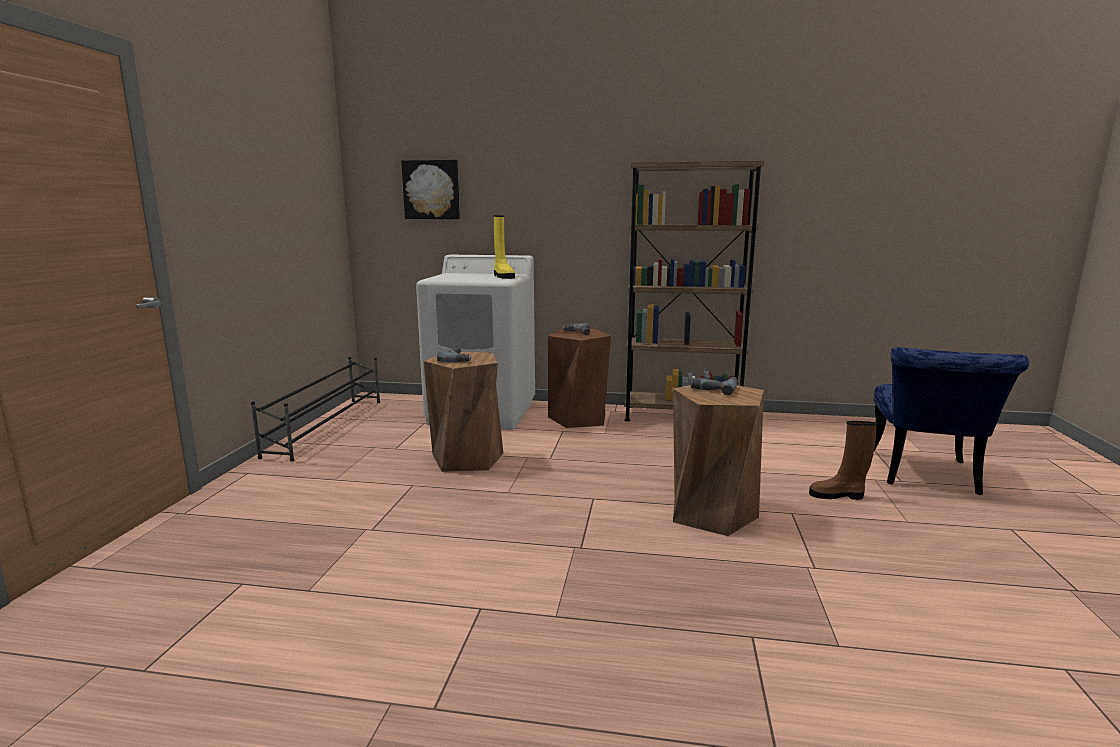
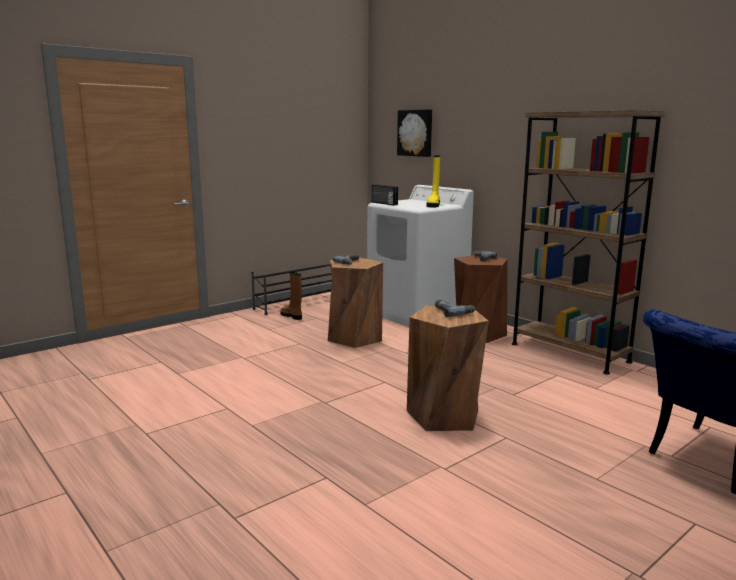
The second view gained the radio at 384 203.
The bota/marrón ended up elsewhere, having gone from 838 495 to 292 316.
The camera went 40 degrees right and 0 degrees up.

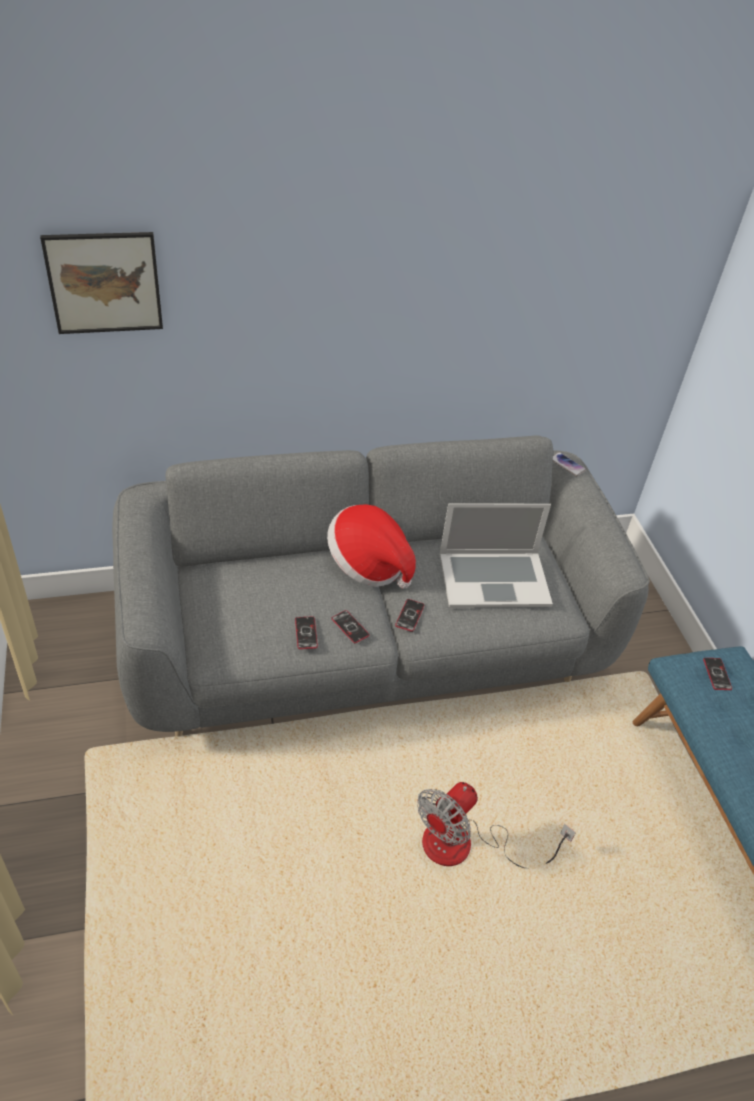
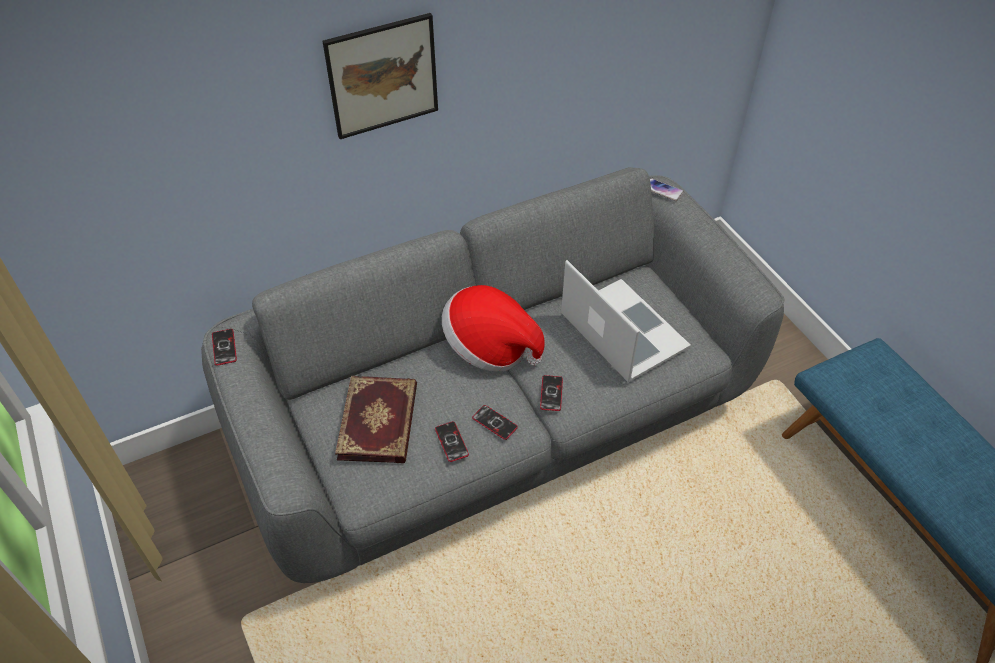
The second view lost the ventilador at 465 846.
The second view gained the libro at 380 421.
The cuadro ended up elsewhere, having gone from 104 283 to 382 76.
The móvil ended up elsewhere, having gone from 717 674 to 224 347.
The portátil at 494 578 ended up facing another way, 105 degrees counterclockwise from before.
The camera went 10 degrees left and 5 degrees up.

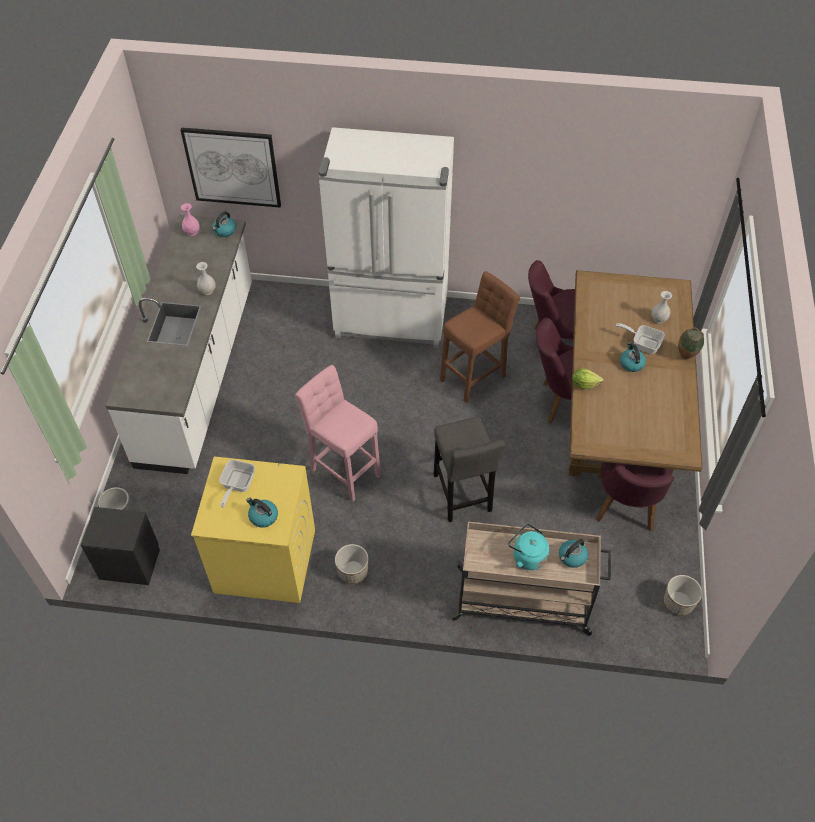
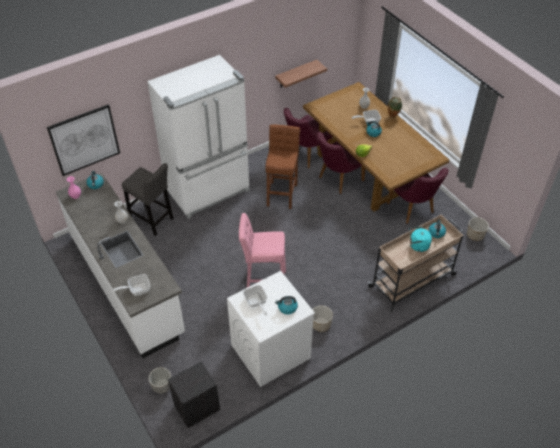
The second view gained the sartén at 136 289.
The second view gained the estante at 296 74.
The taburete/gris ended up elsewhere, having gone from 462 496 to 153 221.
What was the lavadora/amarillo at 264 561 turned into the lavadora/blanco at 270 352.
The camera went 40 degrees left and 5 degrees down.

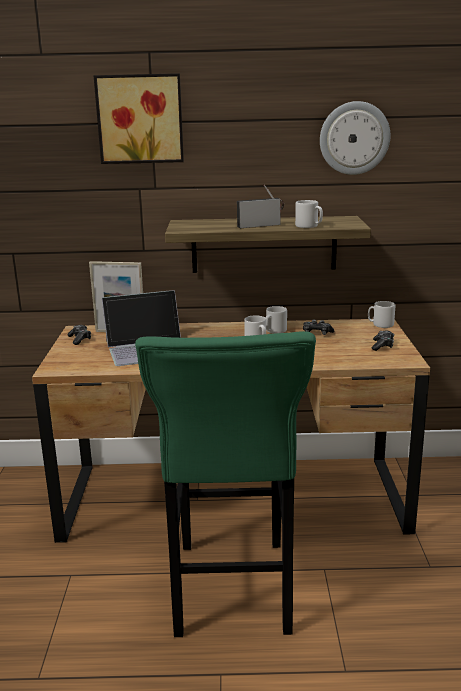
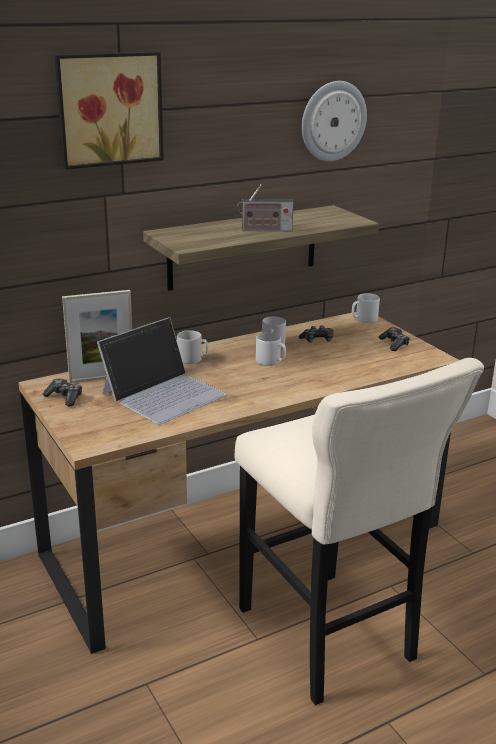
The taza grande/gris ended up elsewhere, having gone from 309 226 to 192 359.
What was the taburete/verde at 231 593 turned into the taburete/beis at 329 640.
The radio at 260 225 ended up facing another way, 135 degrees counterclockwise from before.
The camera went 30 degrees left and 5 degrees up.

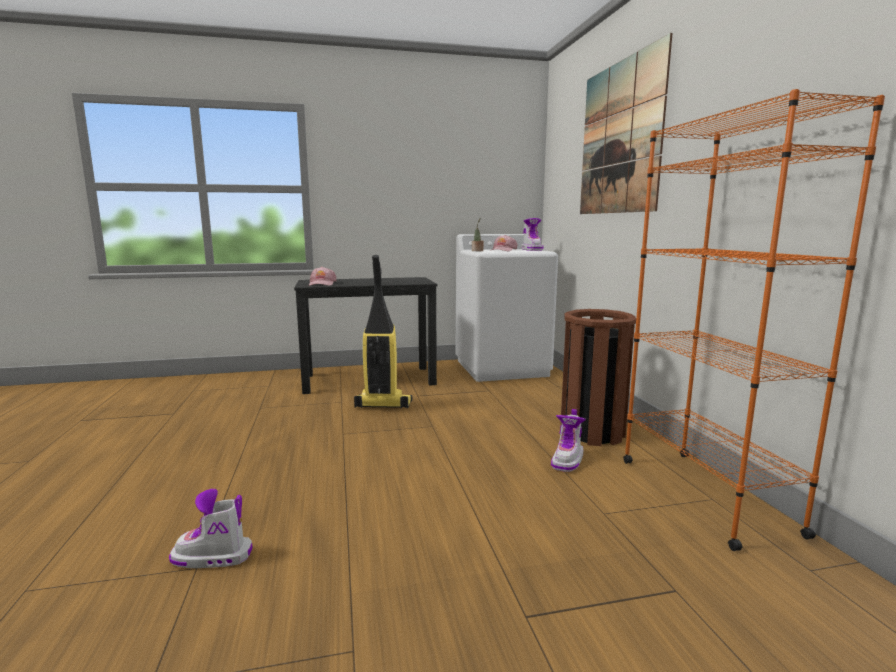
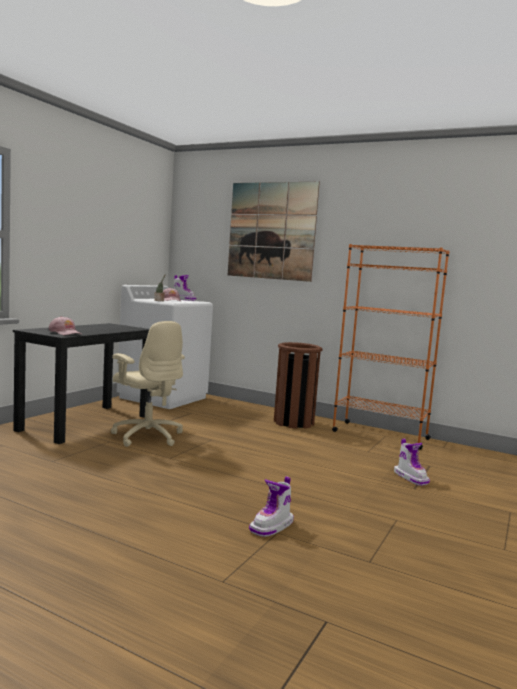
The bota ended up elsewhere, having gone from 568 460 to 411 478.
Where the aspiradora stood at 382 405, the silla de oficina/beis came to stand at 147 436.
The camera went 50 degrees left and 5 degrees down.

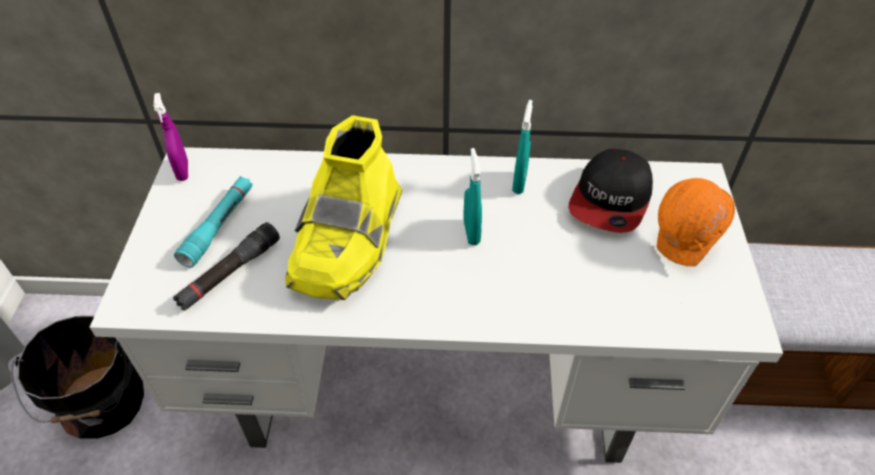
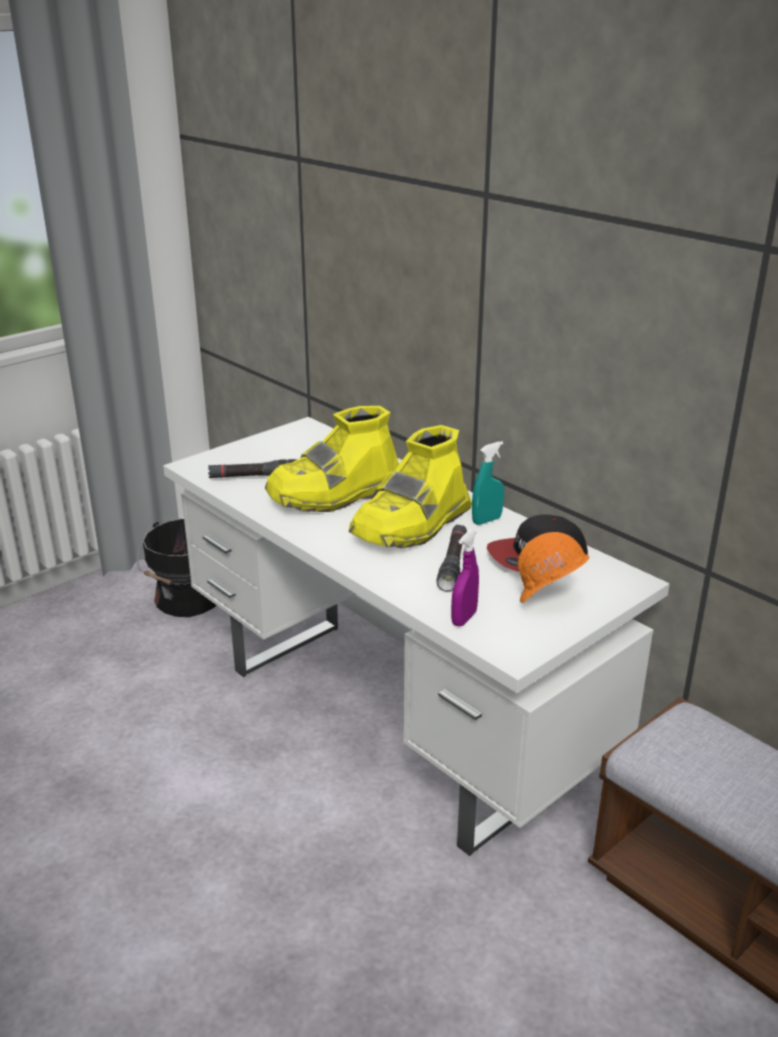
The second view lost the linterna/turquesa at 219 226.
The second view gained the linterna/negro at 453 564.
The pulverizador/morado ended up elsewhere, having gone from 183 171 to 464 618.
Where the pulverizador/turquesa stood at 471 232, the bota/amarillo came to stand at 412 525.
The camera went 45 degrees right and 20 degrees down.

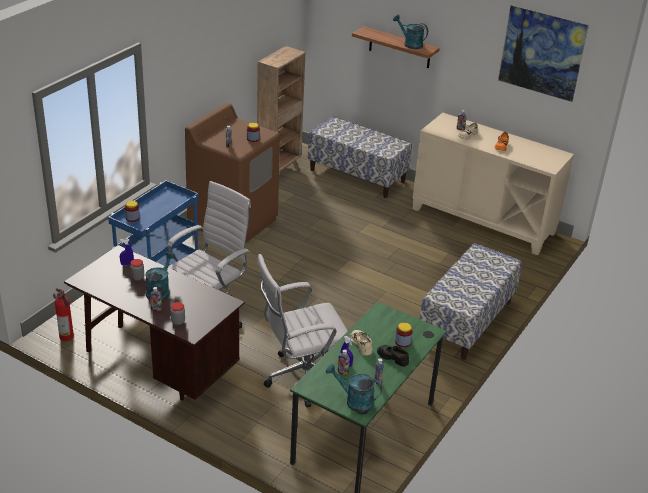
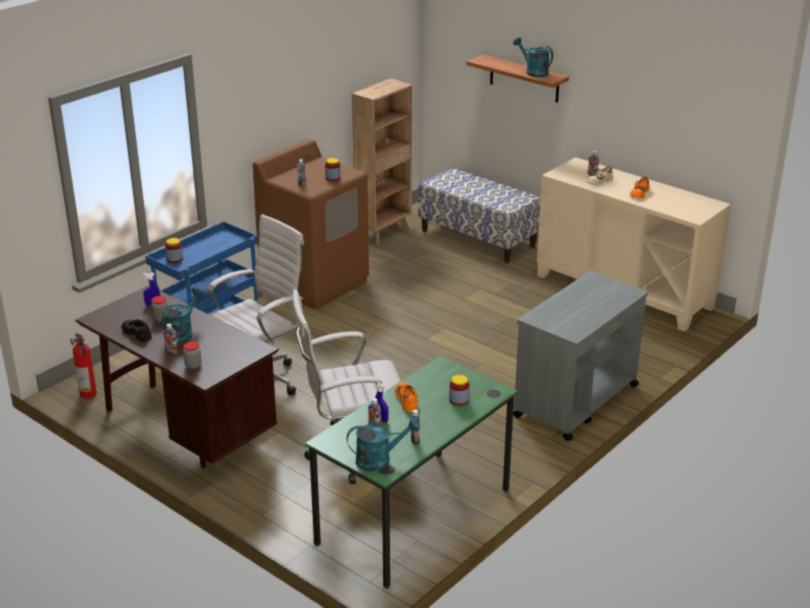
The second view lost the cuadro at 538 72.
The zapato/negro ended up elsewhere, having gone from 393 357 to 137 333.
Where the banco stood at 467 322, the carrito/gris came to stand at 575 401.
What was the zapato/beis at 362 344 turned into the zapato/naranja at 407 400.
The regadera/turquesa at 354 401 ended up facing another way, 135 degrees clockwise from before.
The camera went 10 degrees right and 5 degrees down.

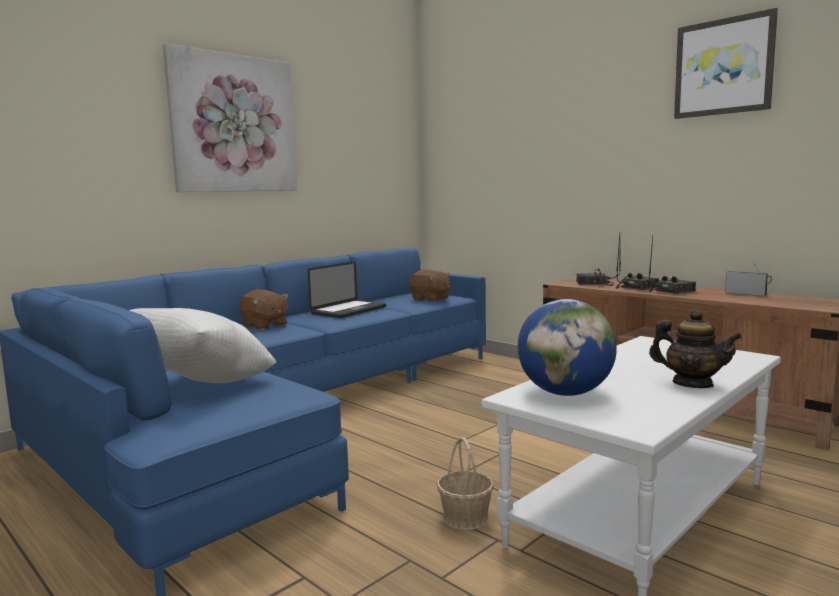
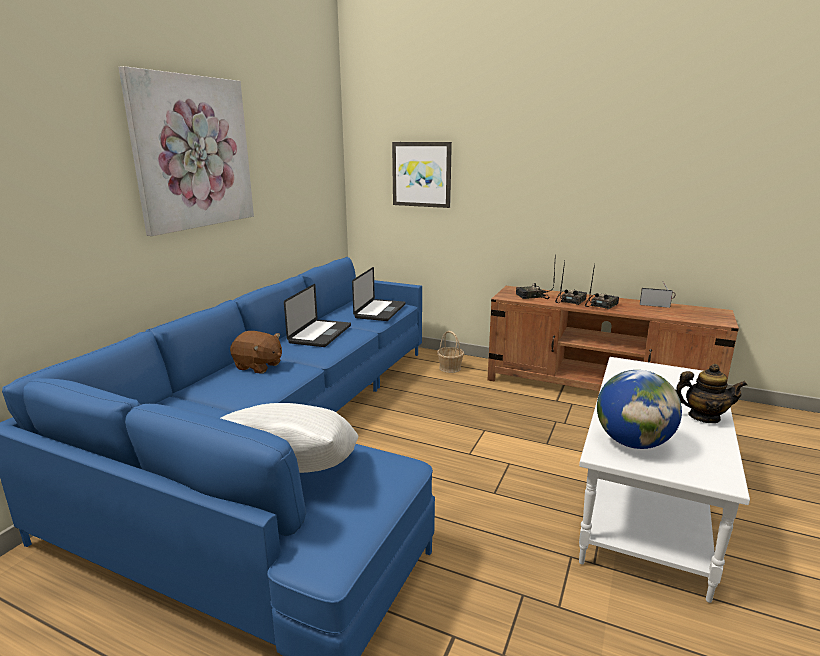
The cesta ended up elsewhere, having gone from 465 517 to 450 368.
The cuadro ended up elsewhere, having gone from 723 67 to 422 174.
Where the peluche/marrón stood at 430 299, the portátil came to stand at 380 311.
The camera went 20 degrees left and 10 degrees up.

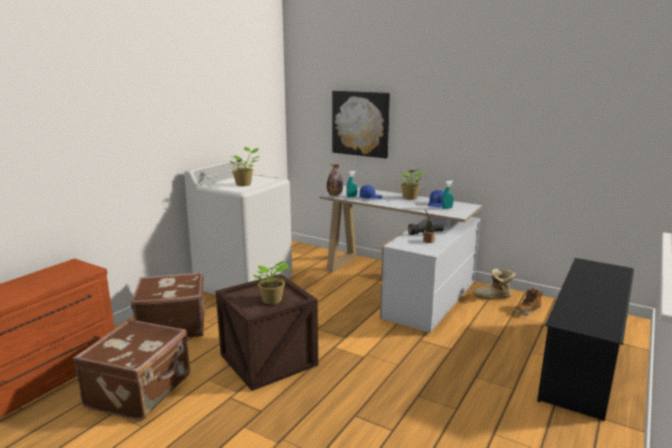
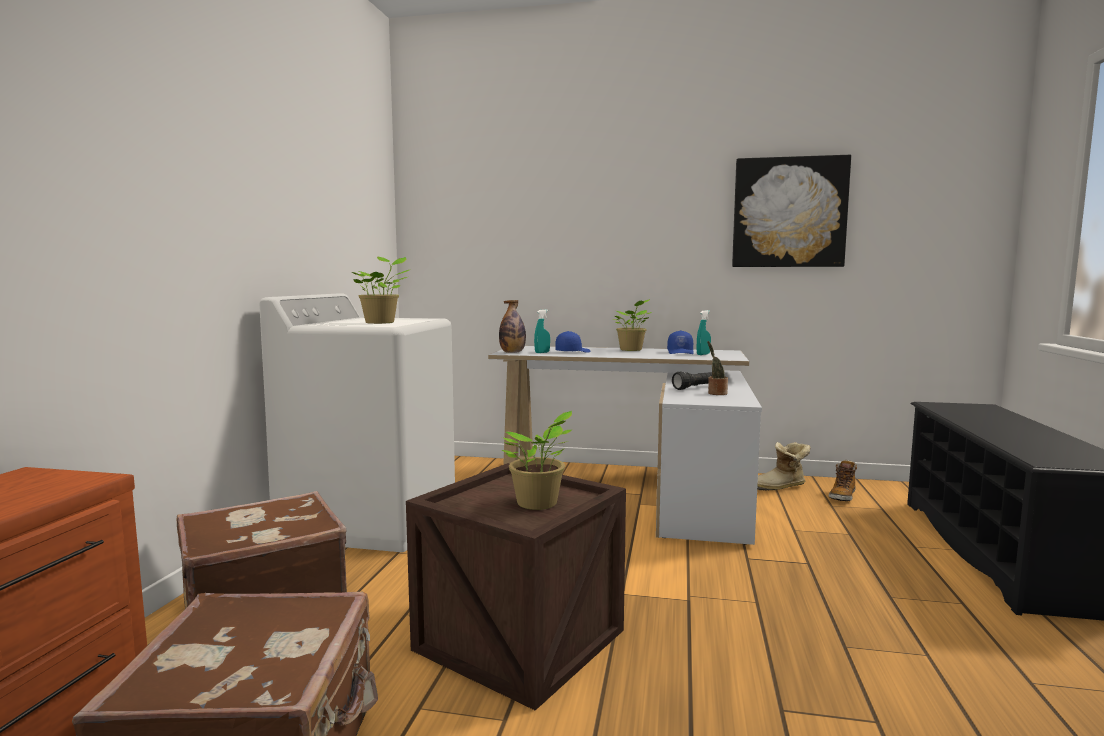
The cuadro ended up elsewhere, having gone from 360 123 to 789 213.
The camera went 20 degrees left and 10 degrees down.

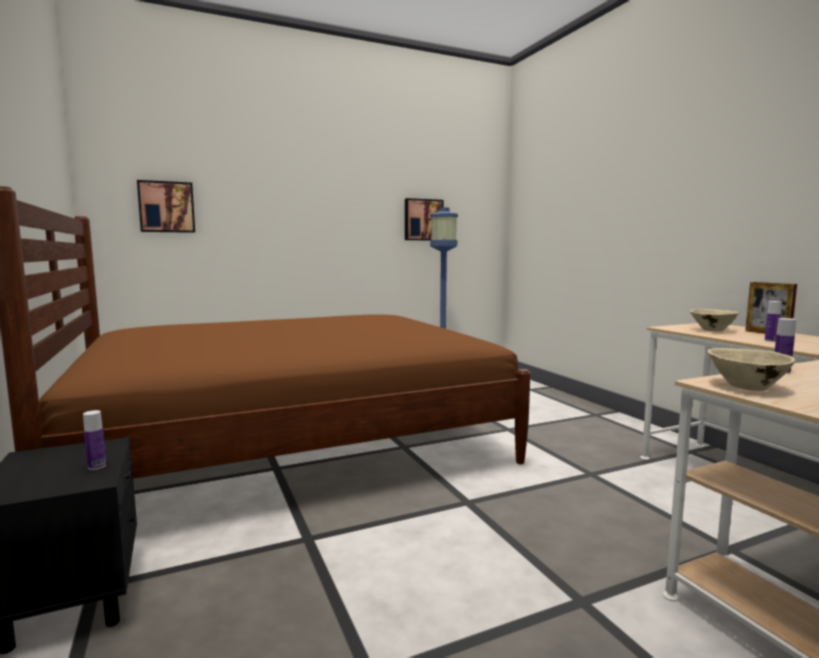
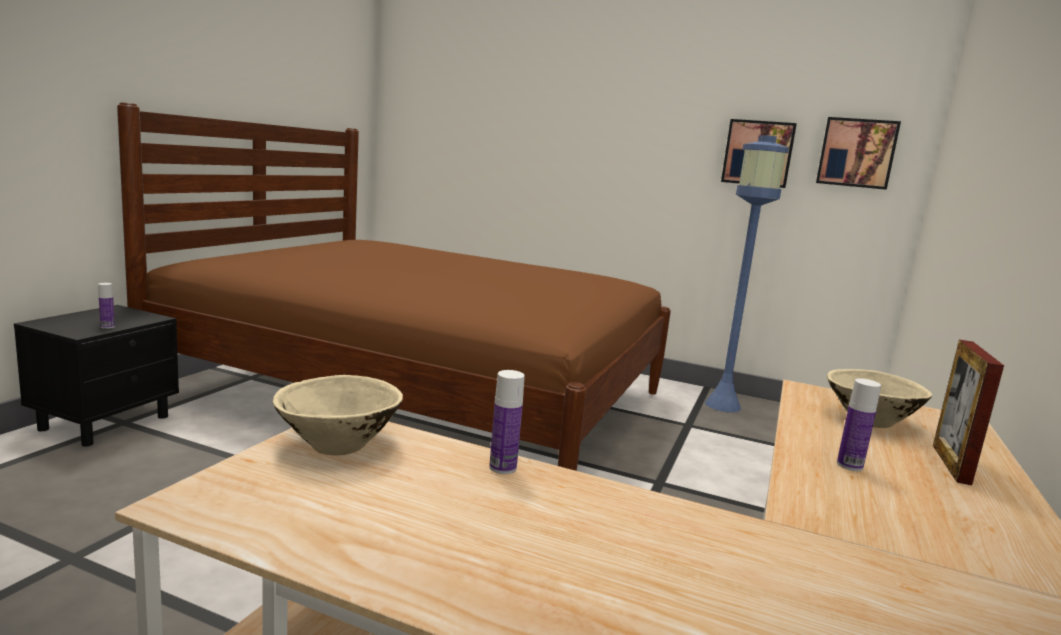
The cuadro ended up elsewhere, having gone from 166 207 to 856 153.
The camera went 45 degrees right and 5 degrees up.

